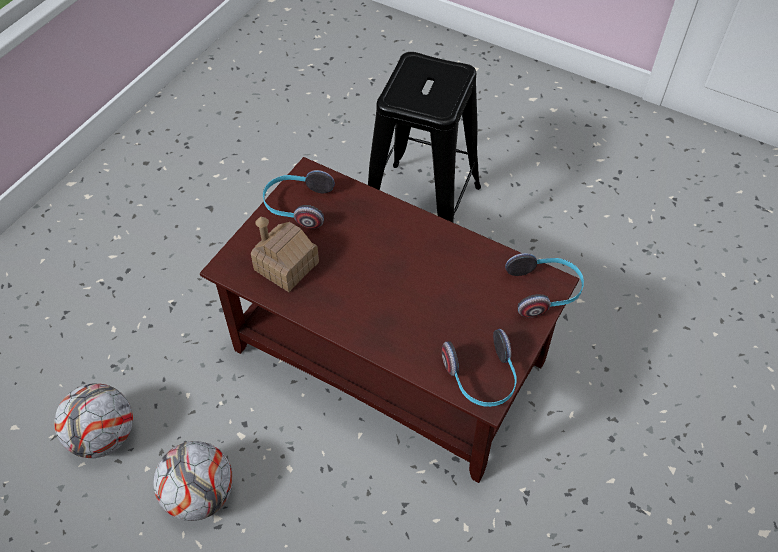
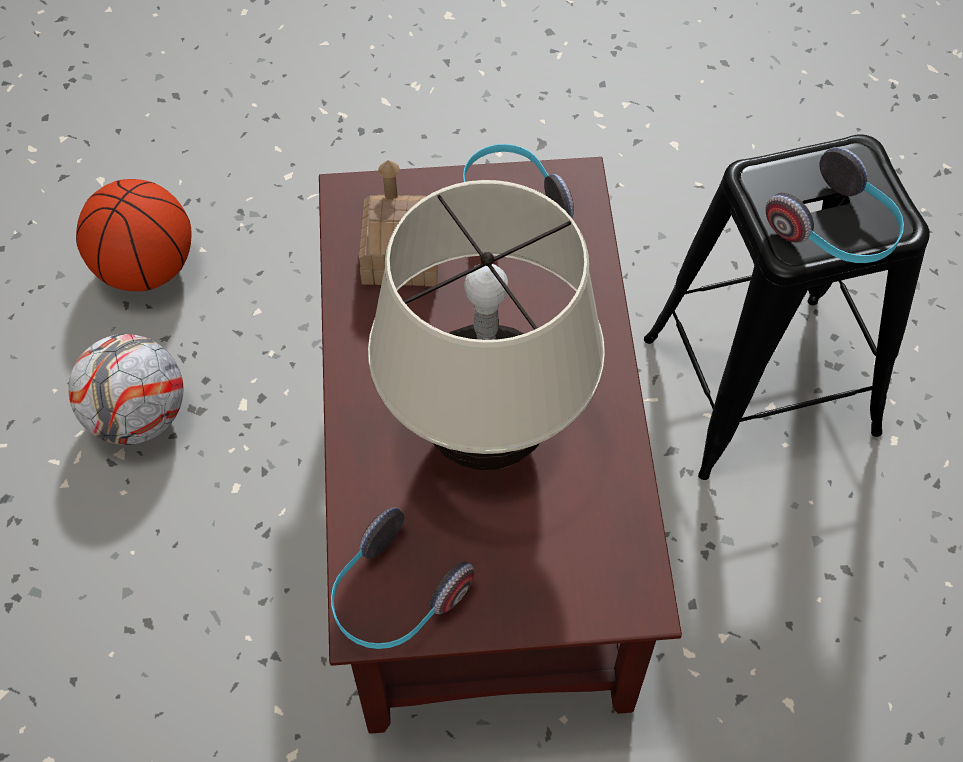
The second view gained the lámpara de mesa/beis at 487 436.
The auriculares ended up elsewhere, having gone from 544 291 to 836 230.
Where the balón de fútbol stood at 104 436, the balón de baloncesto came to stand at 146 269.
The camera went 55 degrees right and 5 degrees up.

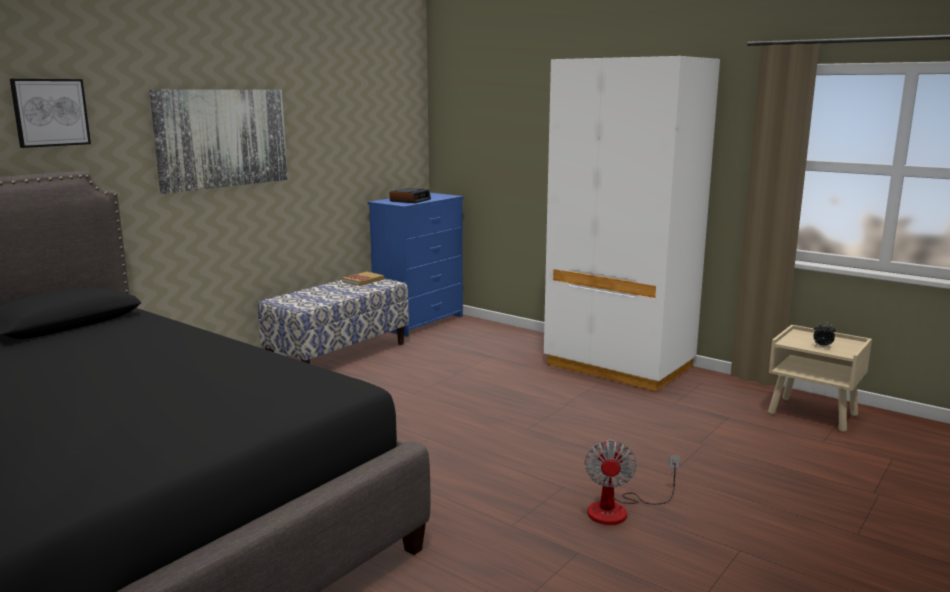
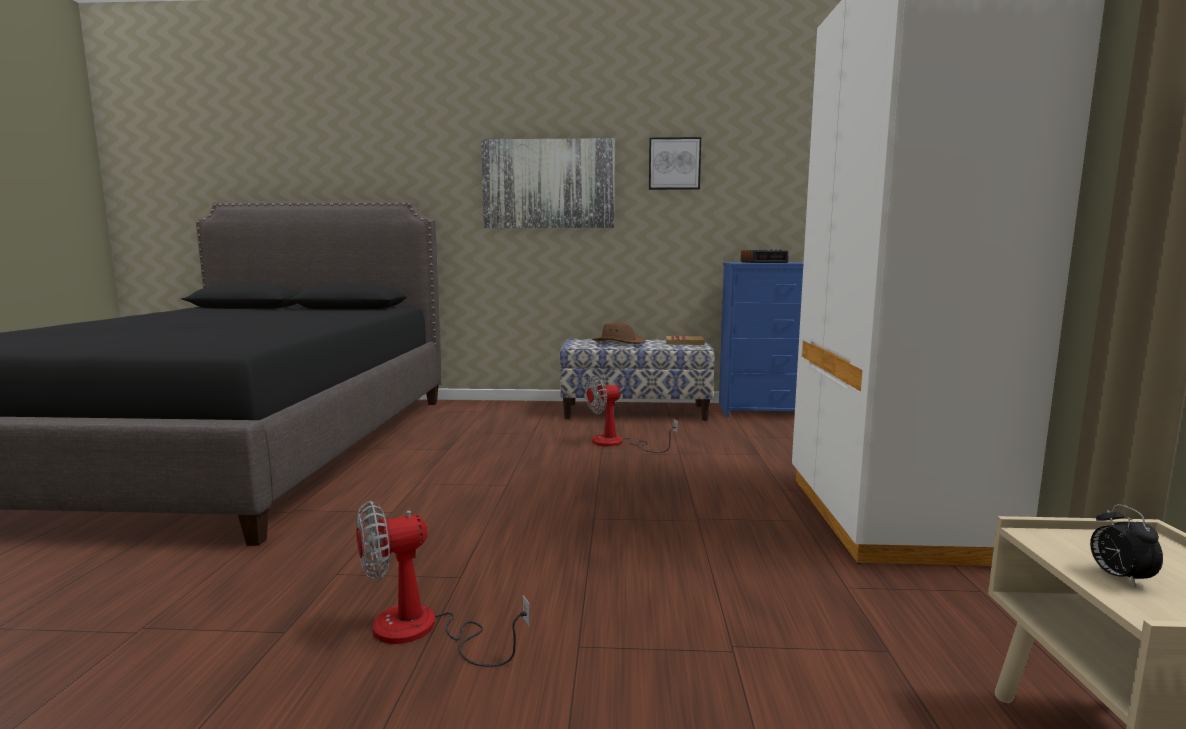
The second view gained the ventilador at 618 443.
The second view gained the sombrero/marrón at 618 342.
The cuadro ended up elsewhere, having gone from 50 112 to 674 164.
The camera went 55 degrees right and 5 degrees down.

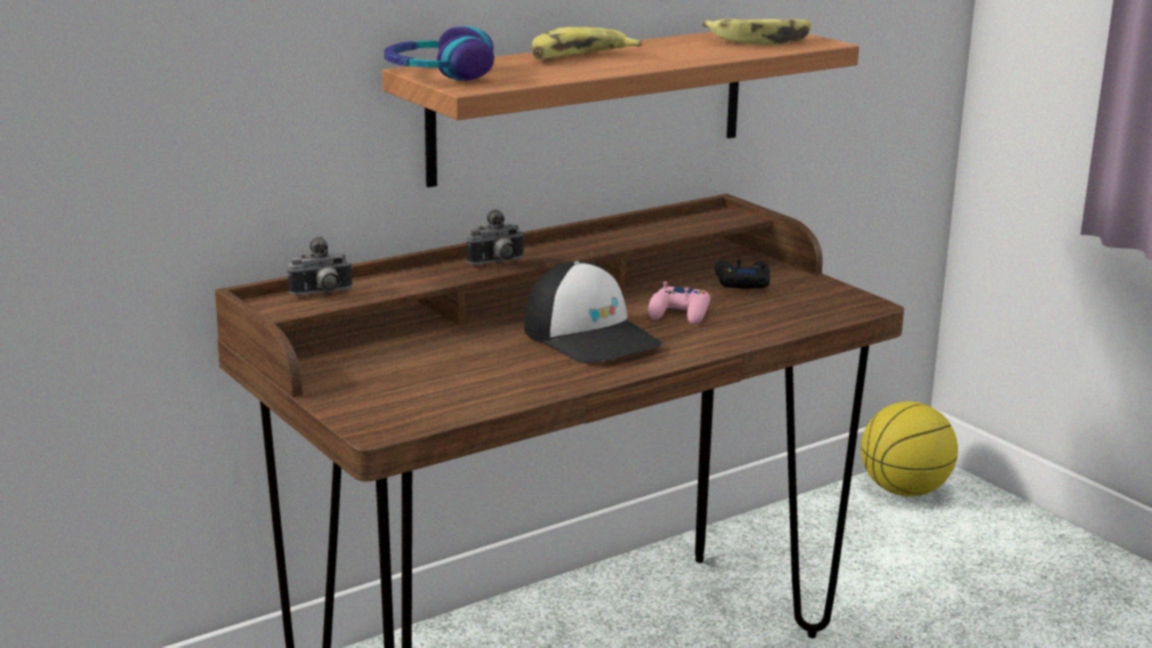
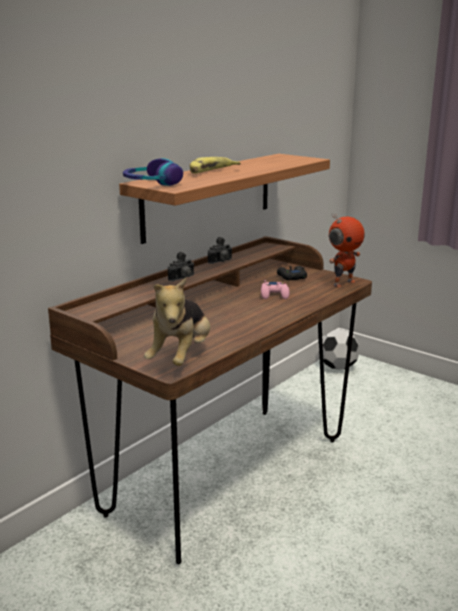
The second view lost the gorra at 592 337.
The second view lost the plátano at 760 40.
The second view gained the peluche at 181 357.
The second view gained the robot de juguete at 343 283.
The cámara ended up elsewhere, having gone from 322 293 to 221 262.
Where the balón de baloncesto stood at 903 491, the balón de fútbol came to stand at 338 367.
The camera went 15 degrees left and 0 degrees up.

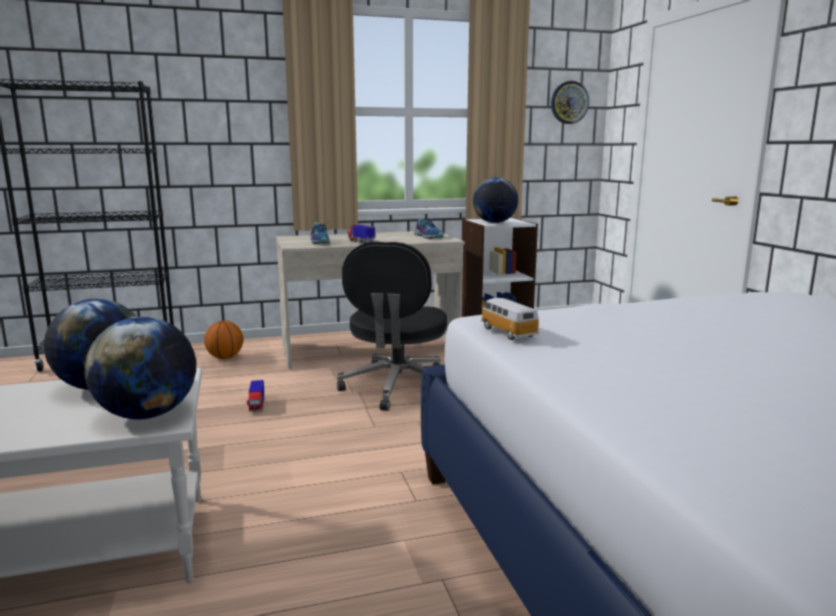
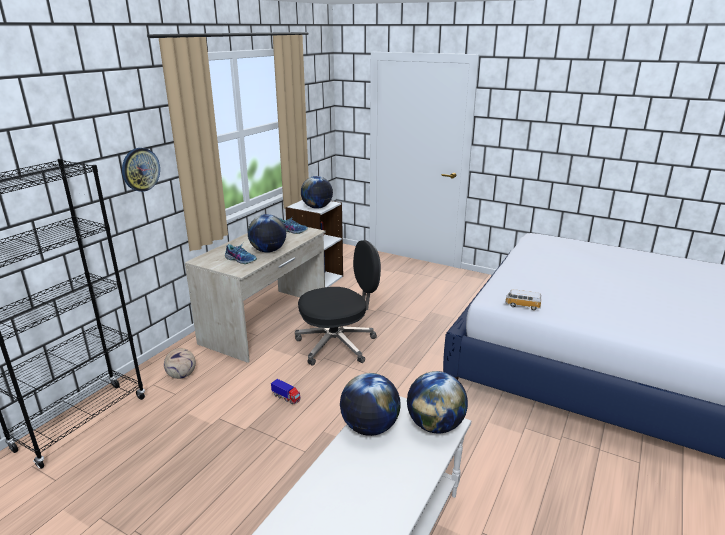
The reloj de pared ended up elsewhere, having gone from 569 102 to 140 169.
Where the balón de baloncesto stood at 225 357, the balón de fútbol came to stand at 181 375.
Where the camión de juguete stood at 361 242, the globo terráqueo came to stand at 268 251.
The silla de oficina/negro at 397 387 ended up facing another way, 75 degrees counterclockwise from before.
The camera went 45 degrees left and 10 degrees up.

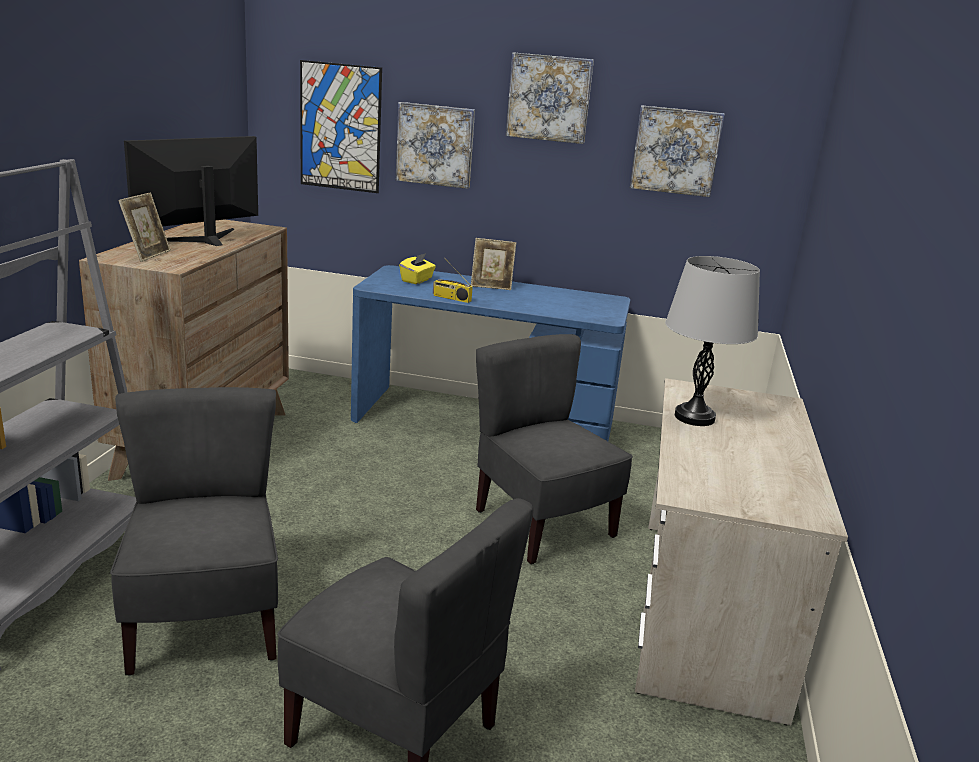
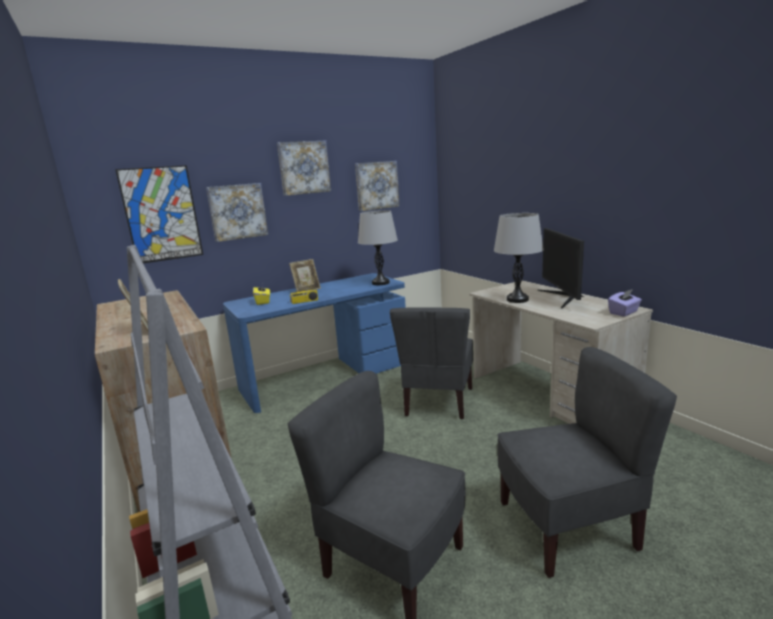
The second view gained the lámpara de mesa/gris at 380 283.
The second view gained the caja de pañuelos/morado at 624 312.
The monitor ended up elsewhere, having gone from 202 239 to 563 297.
The silla/gris at 542 524 ended up facing another way, 90 degrees counterclockwise from before.
The camera went 40 degrees left and 5 degrees down.

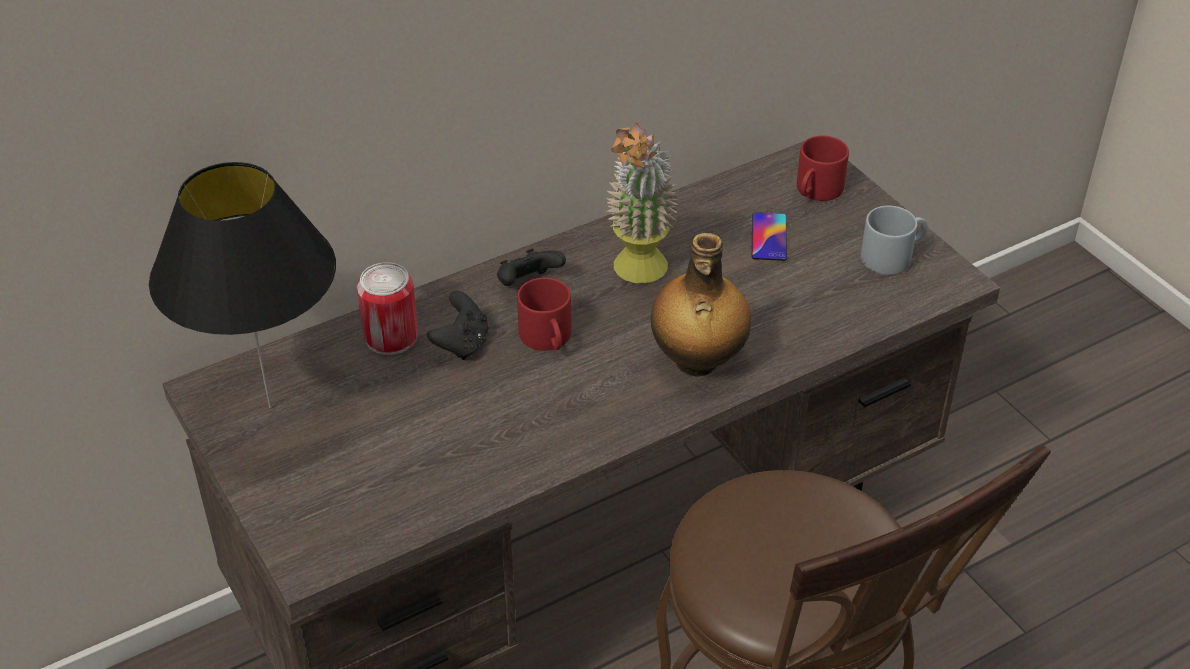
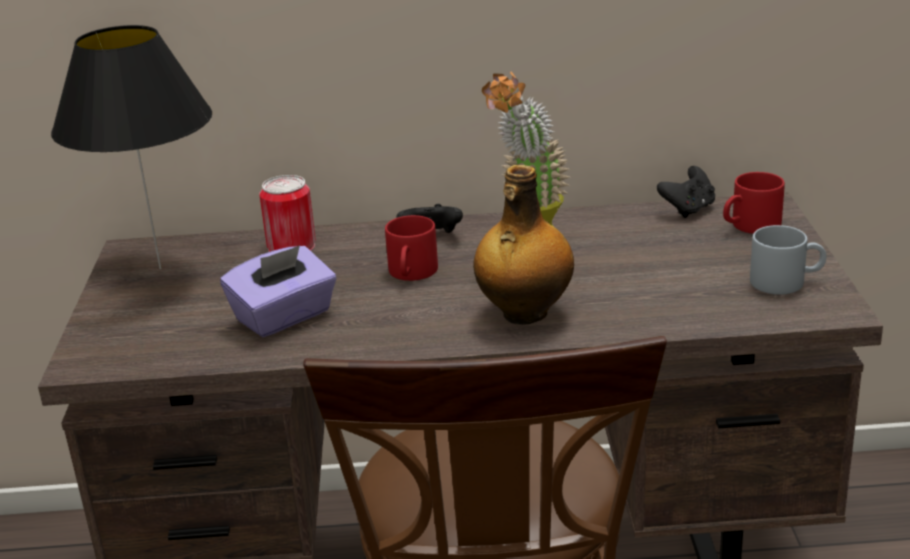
The second view lost the móvil at 769 237.
The second view gained the caja de pañuelos/morado at 284 317.
The mando de consola/negro ended up elsewhere, having gone from 461 343 to 688 209.
The camera went 30 degrees right and 15 degrees down.

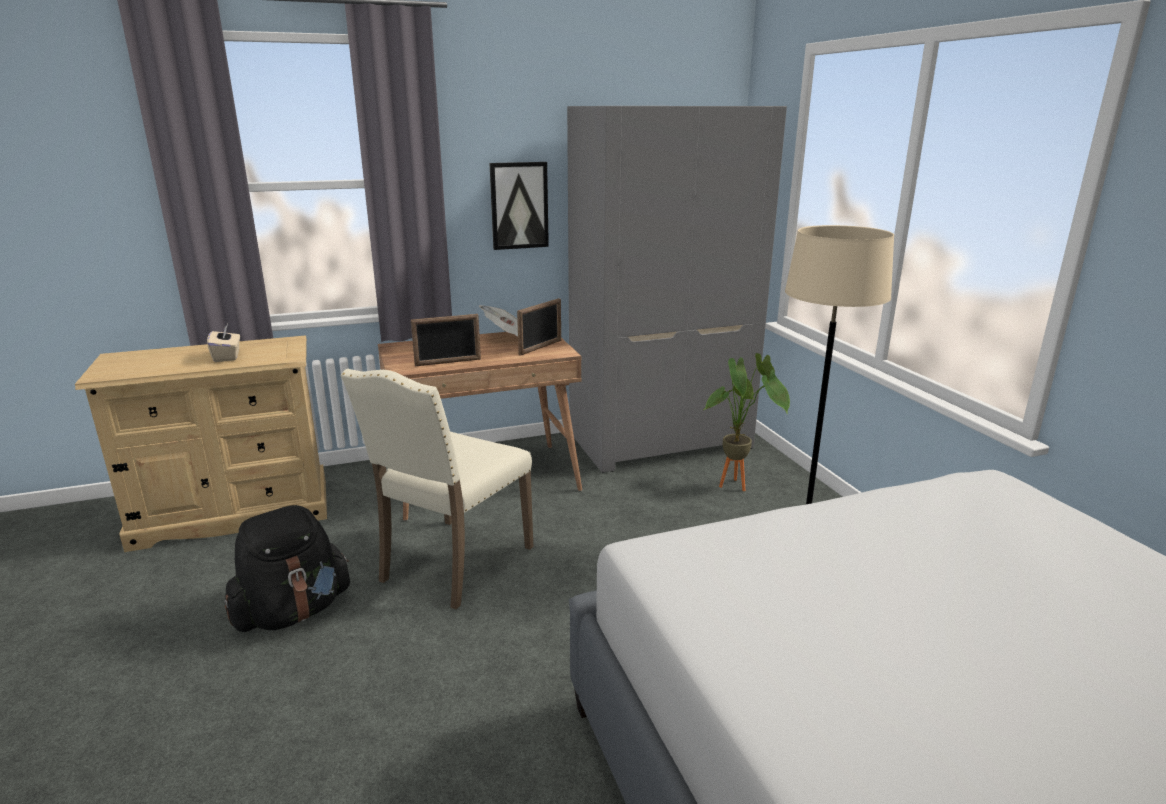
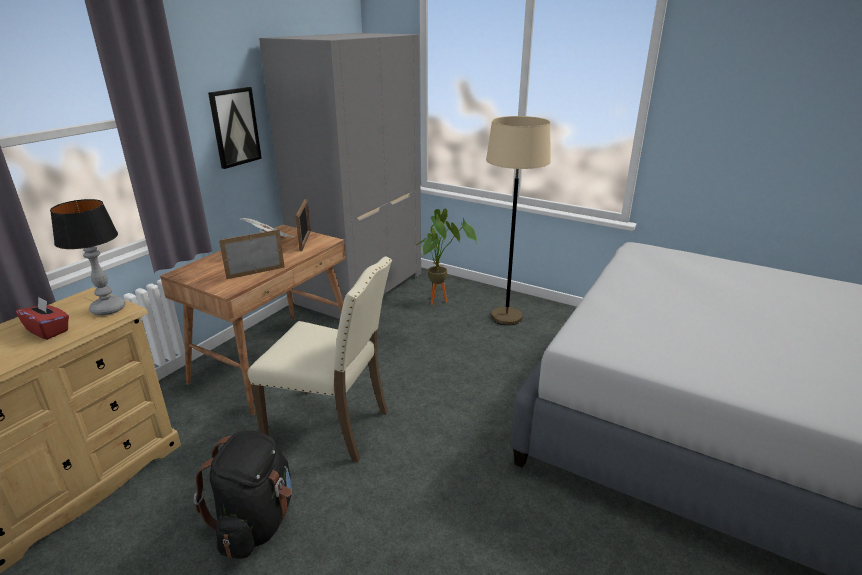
The second view gained the lámpara de mesa at 108 309.
What was the caja de pañuelos/beis at 227 356 turned into the caja de pañuelos/rojo at 48 330.
The silla/beis at 453 564 ended up facing another way, 60 degrees counterclockwise from before.
The portarretratos at 448 362 ended up facing another way, 150 degrees counterclockwise from before.
The camera went 40 degrees left and 5 degrees up.

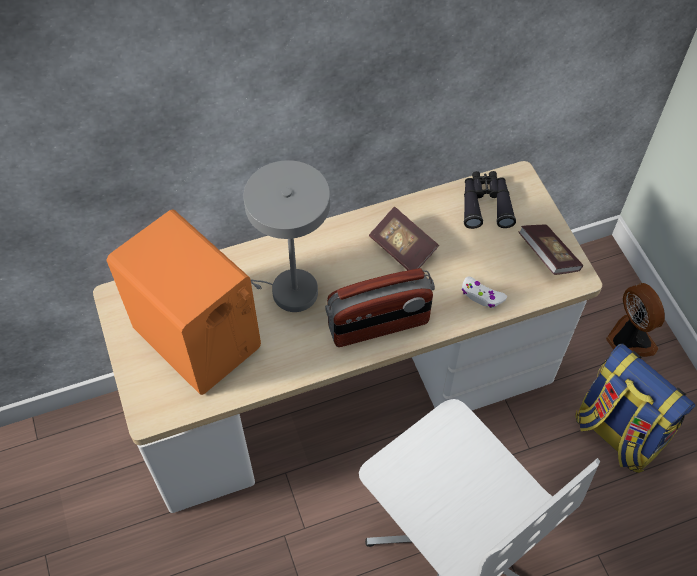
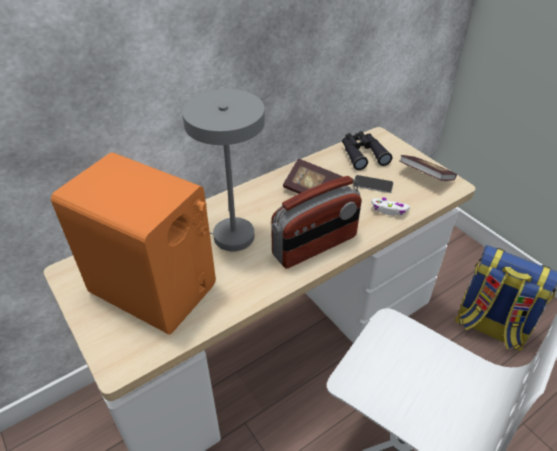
The second view lost the ventilador at 628 339.
The second view gained the móvil at 373 184.
The camera went 15 degrees left and 15 degrees down.

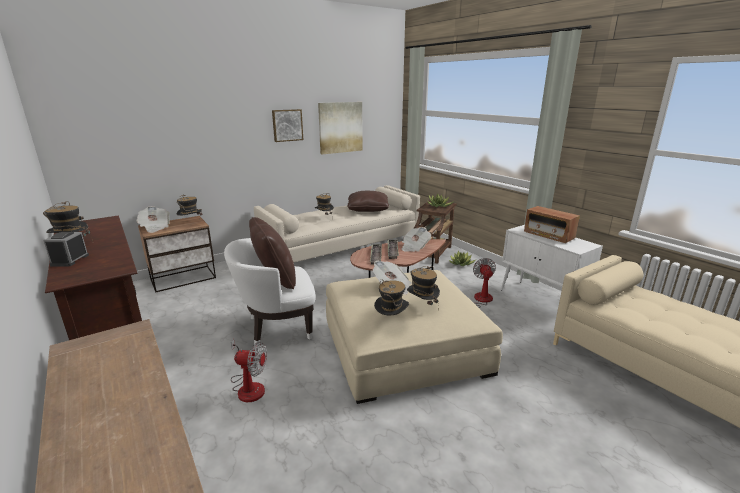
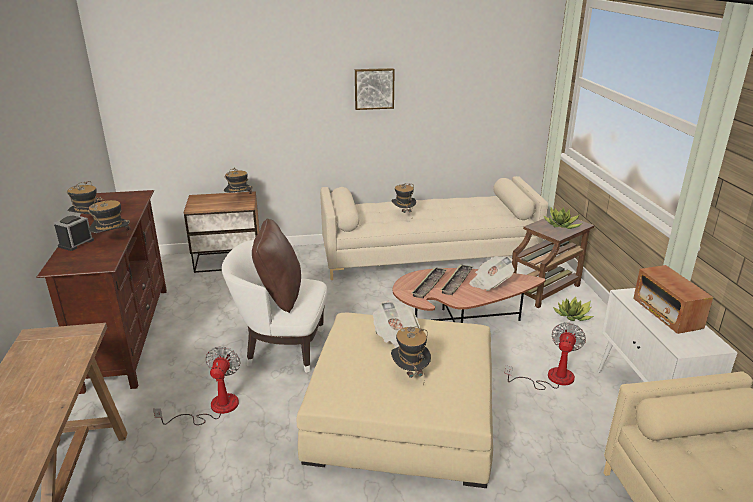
The second view lost the periódico at 155 227.
The second view lost the cuadro at 340 127.
The second view lost the cojín/marrón at 368 209.
The sombrero ended up elsewhere, having gone from 391 321 to 112 242.
The ventilador at 248 386 ended up facing another way, 120 degrees counterclockwise from before.
The camera went 25 degrees right and 5 degrees up.

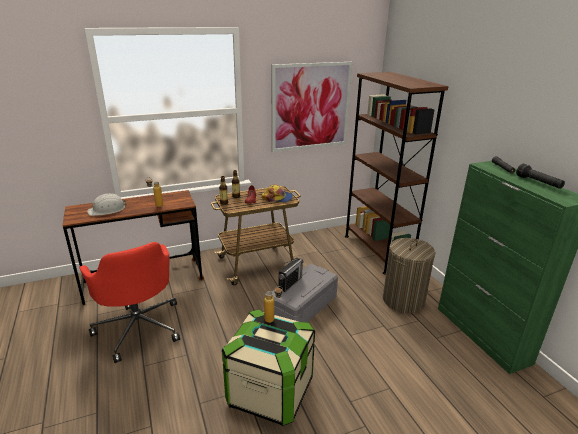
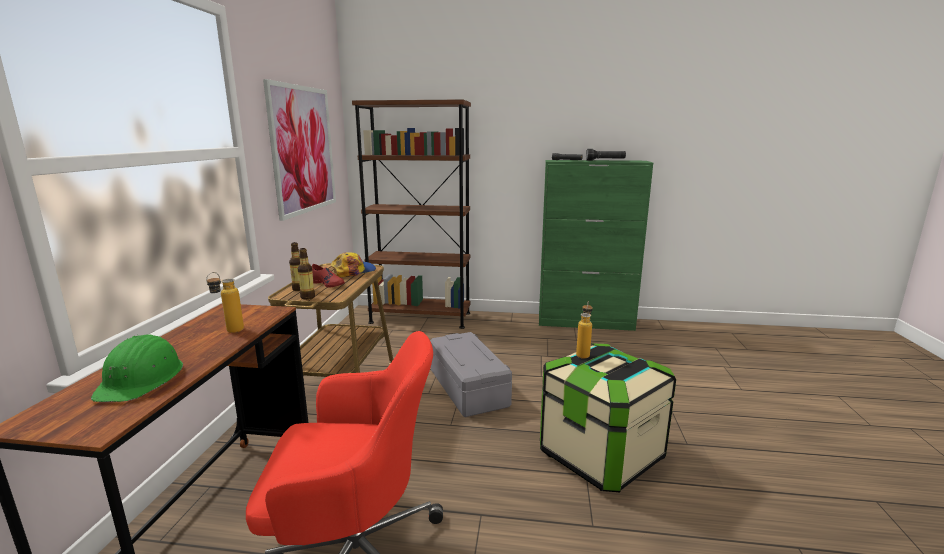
The second view lost the radio at 290 283.
The second view lost the cesto de la ropa at 403 300.
What was the casco/blanco at 107 210 turned into the casco/verde at 142 379.
The camera went 60 degrees left and 10 degrees down.

